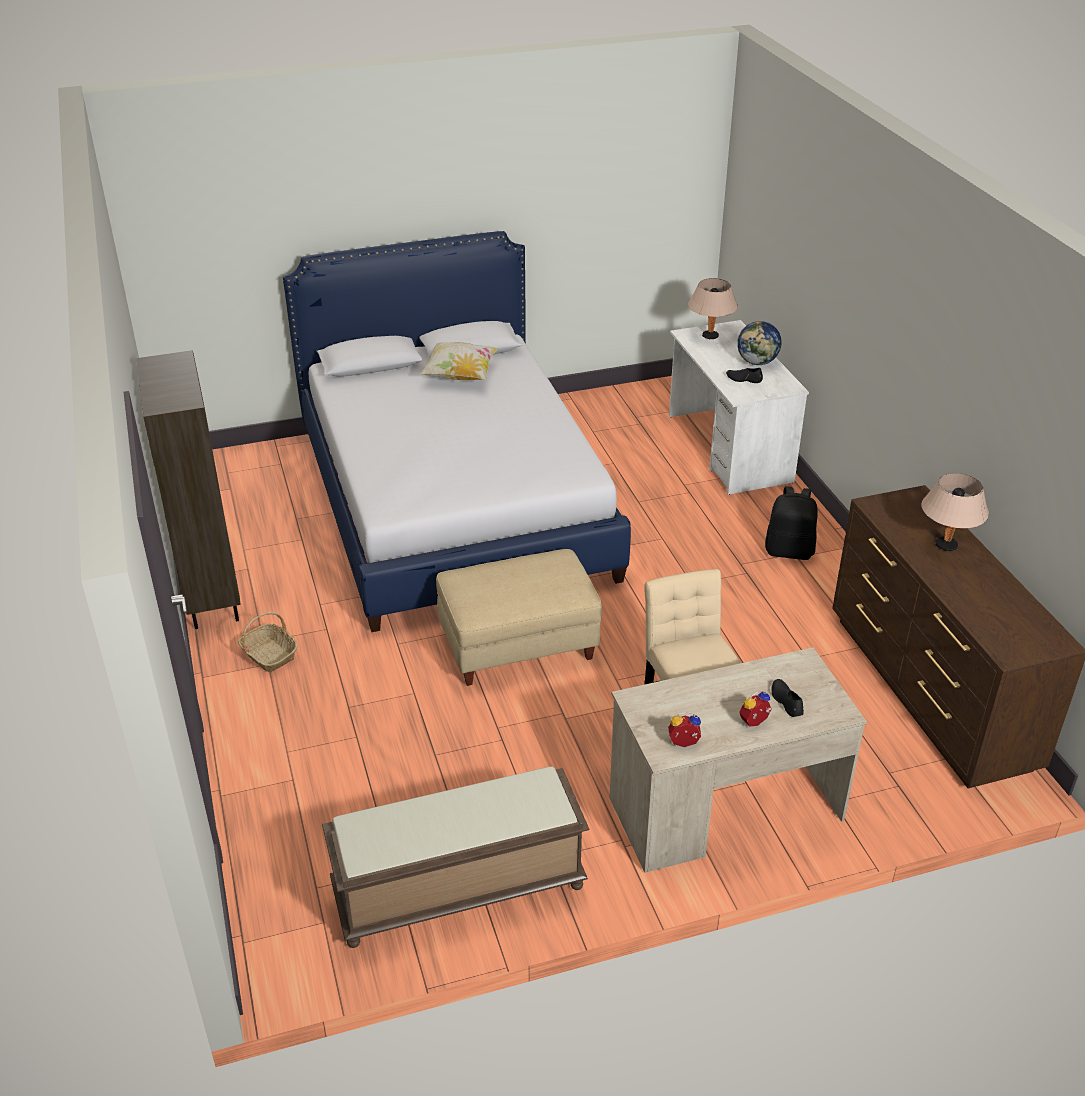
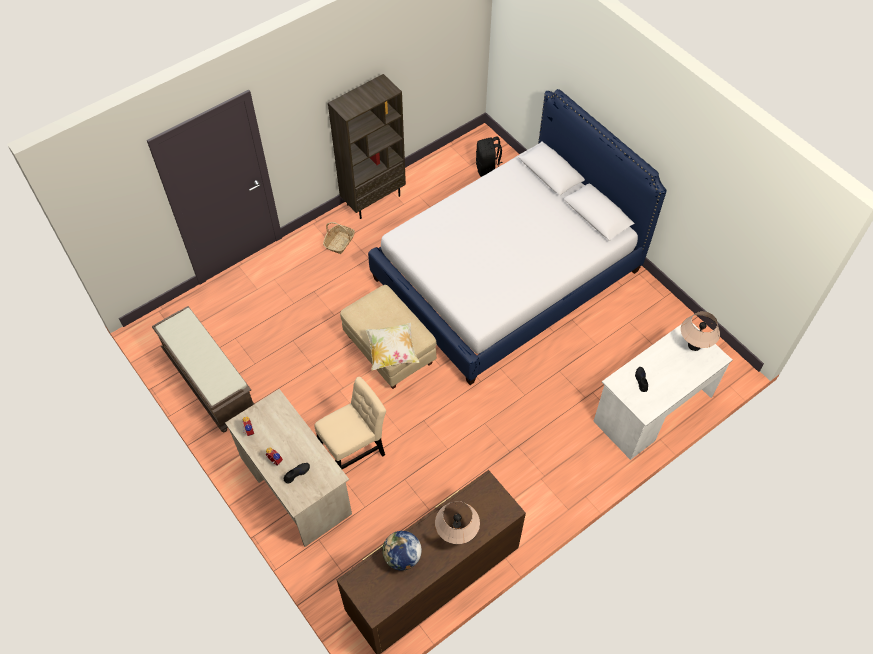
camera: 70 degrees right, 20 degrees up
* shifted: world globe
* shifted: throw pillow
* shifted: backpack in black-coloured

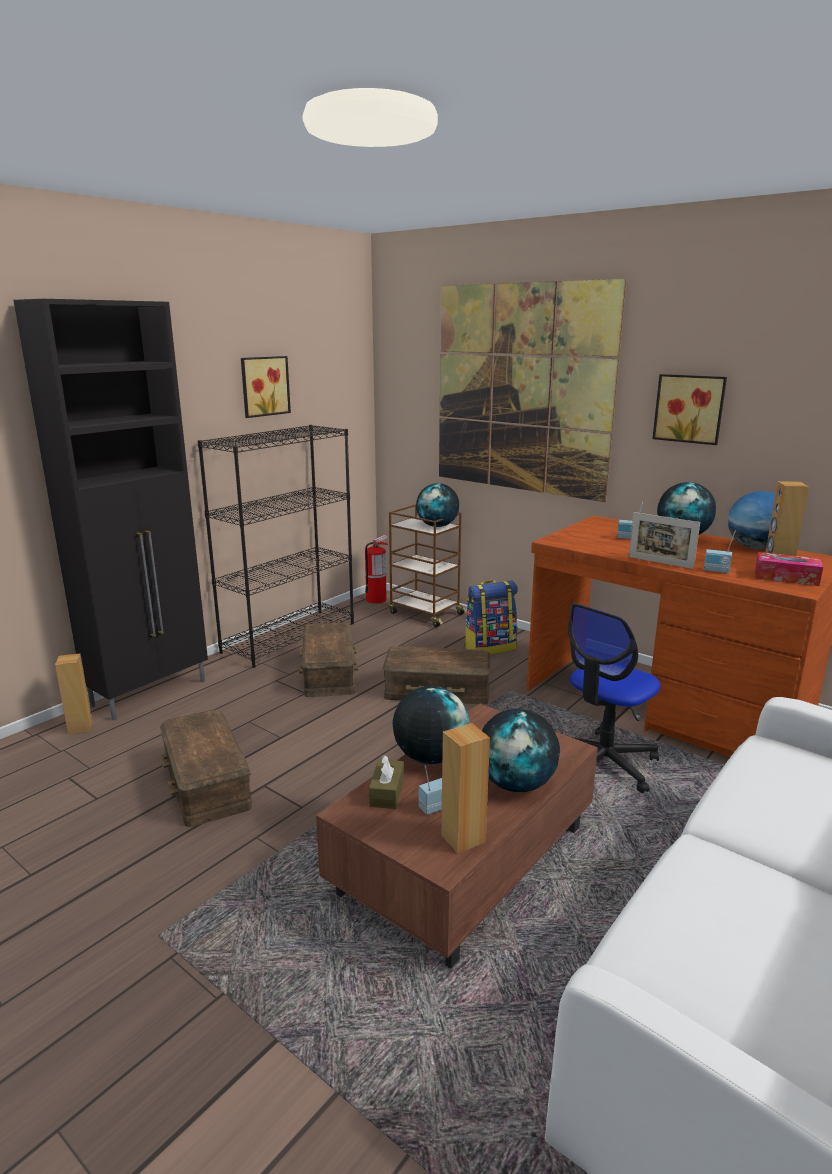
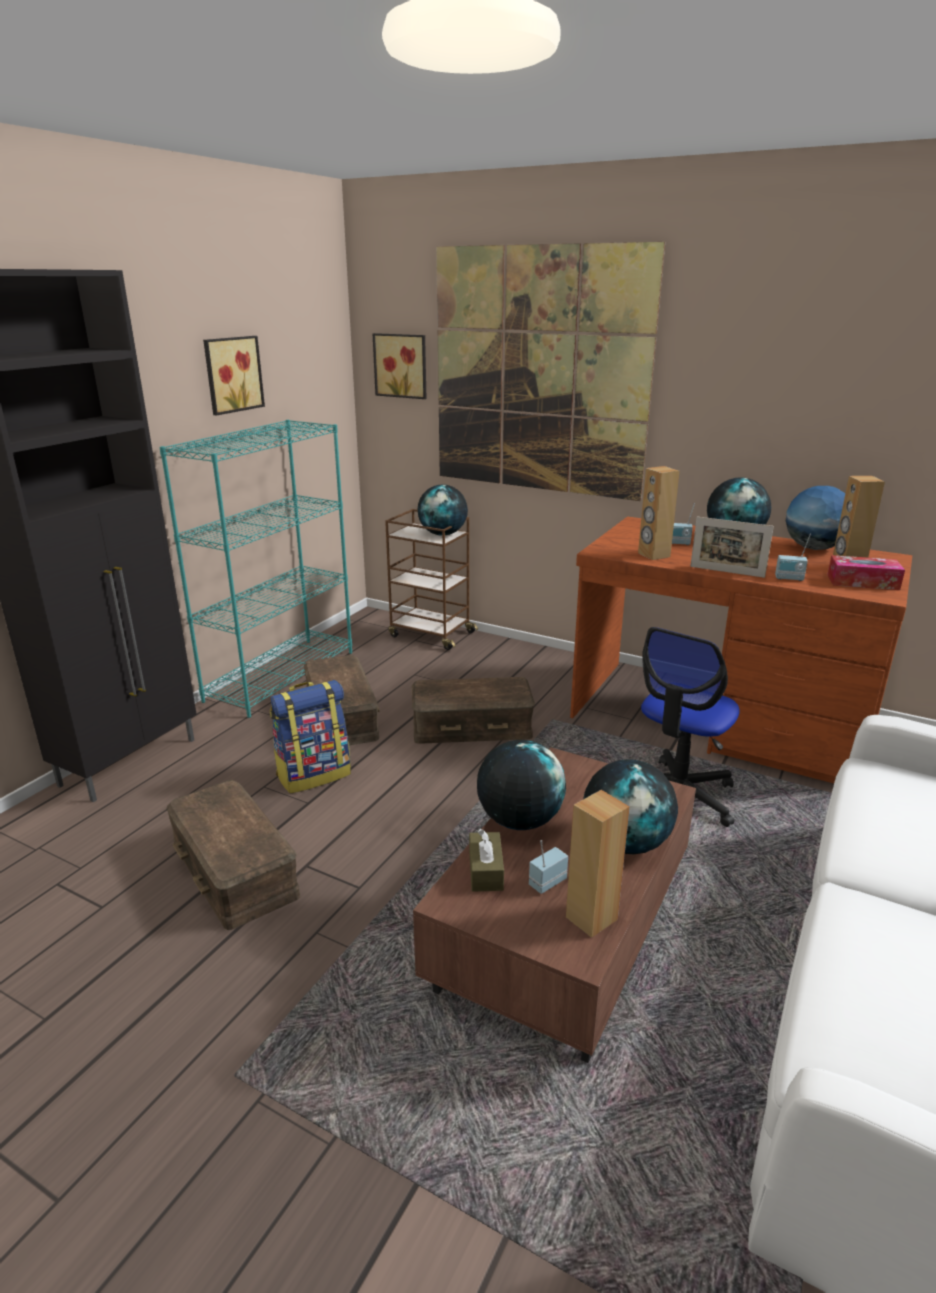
camera: 10 degrees left, 5 degrees up
* shifted: wall art (no. 3 from left in the first image) to wall art (no. 2 from left)
* repainted: shelving unit in black-coloured to shelving unit in turquoise
* gone: fire extinguisher
* shifted: backpack
* shifted: speaker in brownish (no. 1 from left in the first image) to speaker in brownish (no. 2 from left)

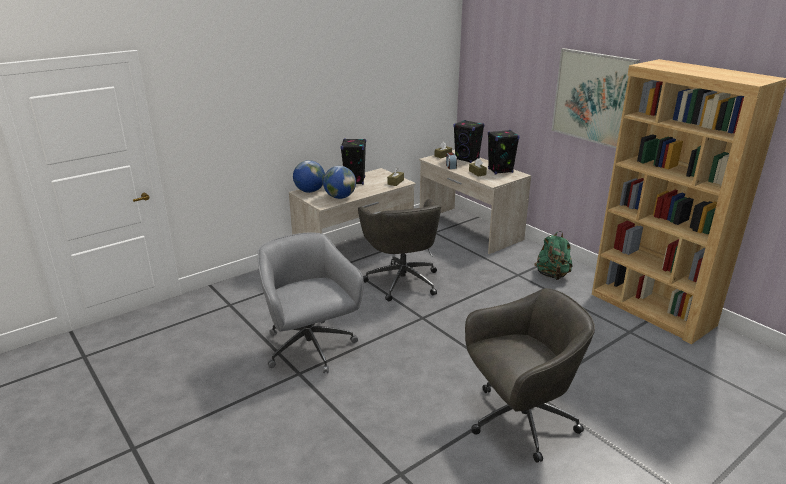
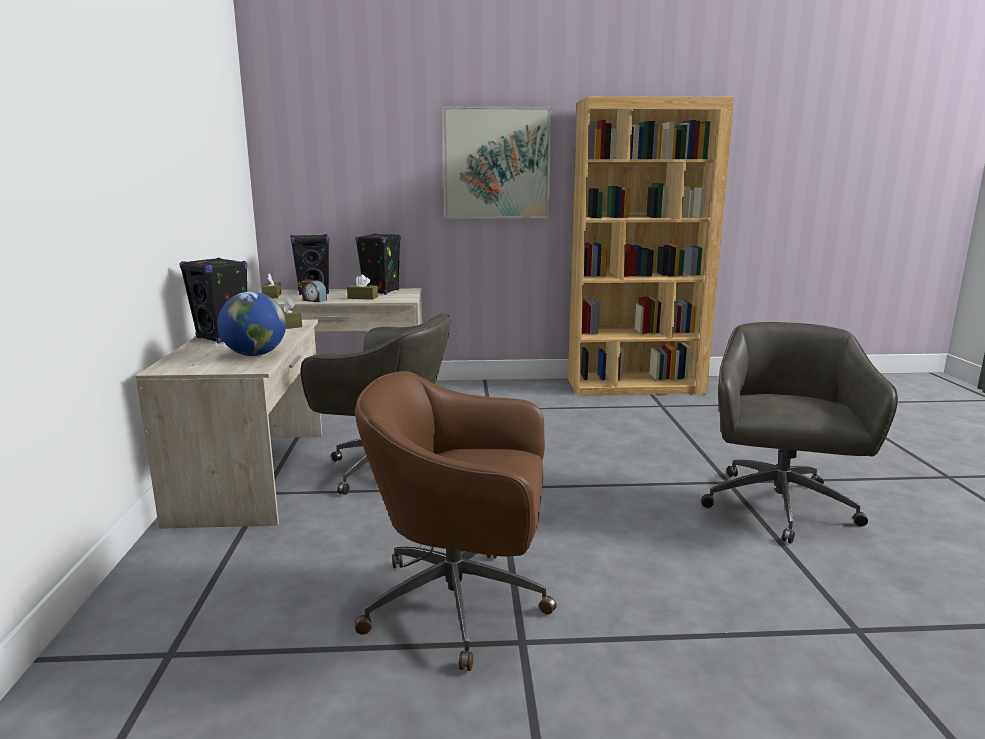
camera: 55 degrees left, 10 degrees down
* gone: world globe (no. 1 from left)
* gone: backpack in greenish
* repainted: desk chair in greyish (no. 1 from left) to desk chair in brownish

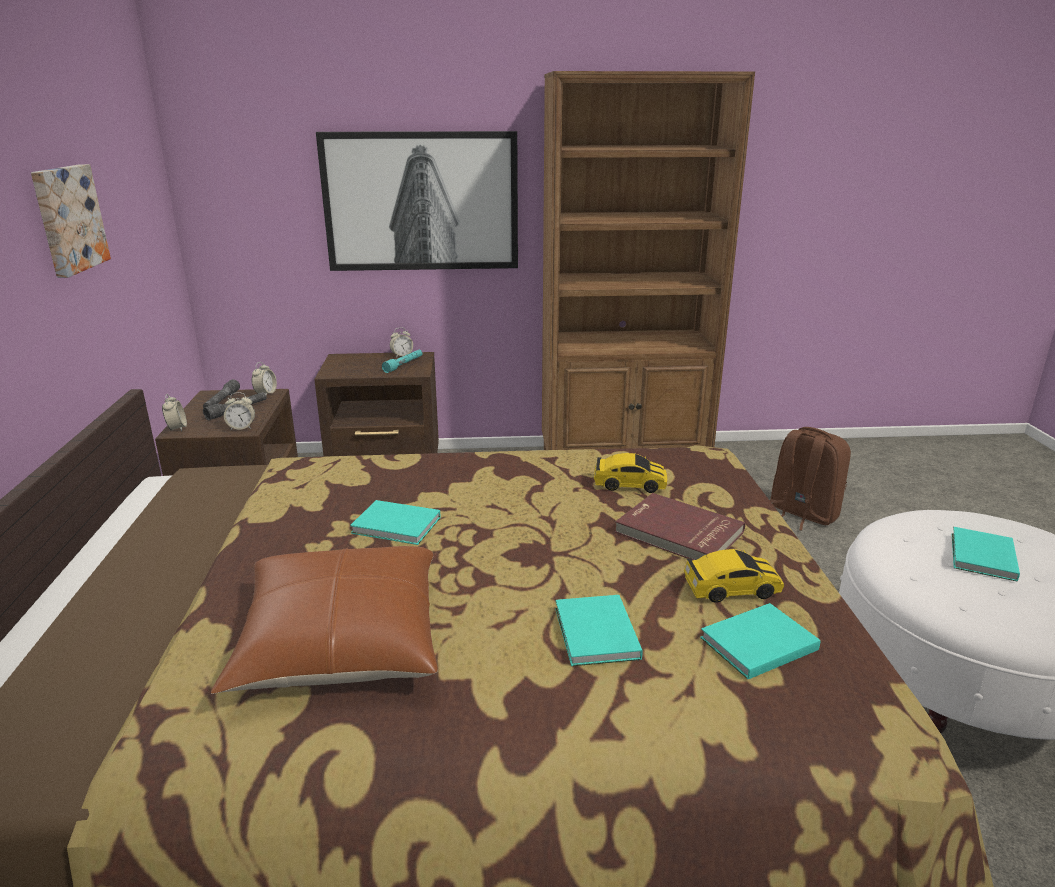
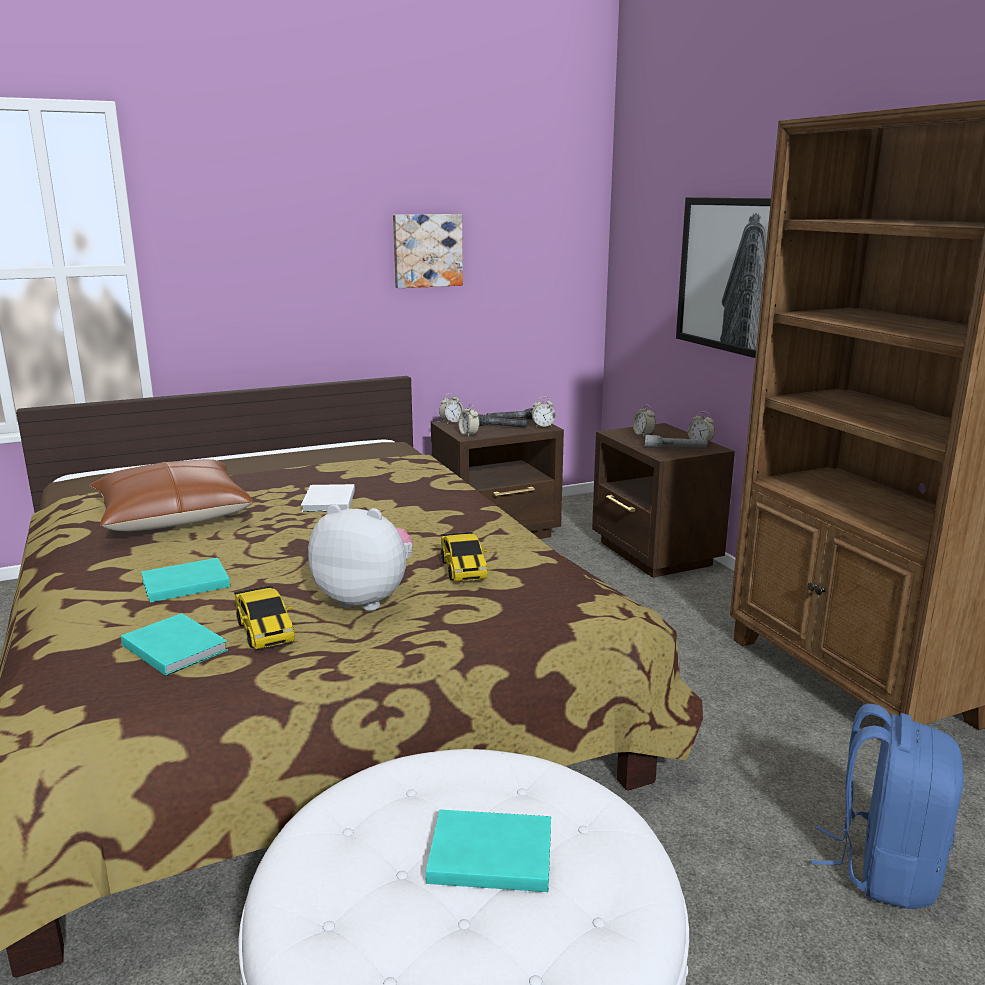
camera: 70 degrees right, 5 degrees down
* repainted: hand torch in turquoise to hand torch in greyish (no. 3 from left)
* repainted: backpack in brownish to backpack in blue-coloured
* swapped: book in red-coloured to cuddly toy
* repainted: book in turquoise (no. 1 from left) to book in white-coloured
* new: alarm clock (no. 4 from left)

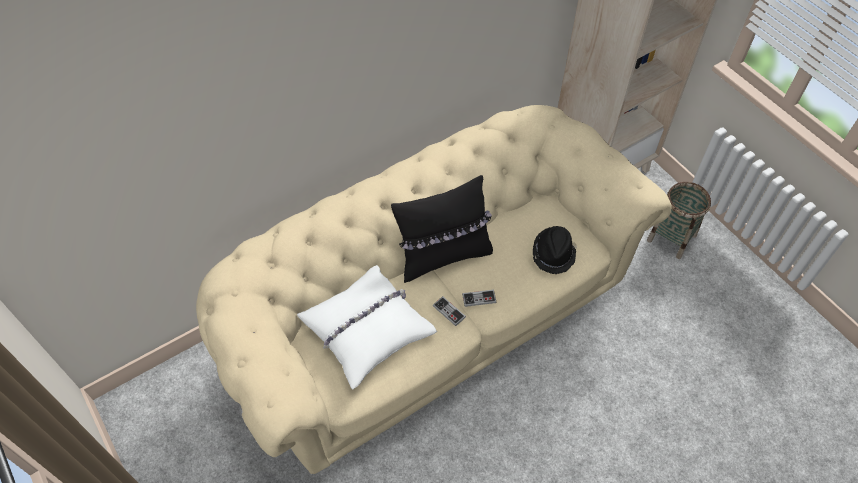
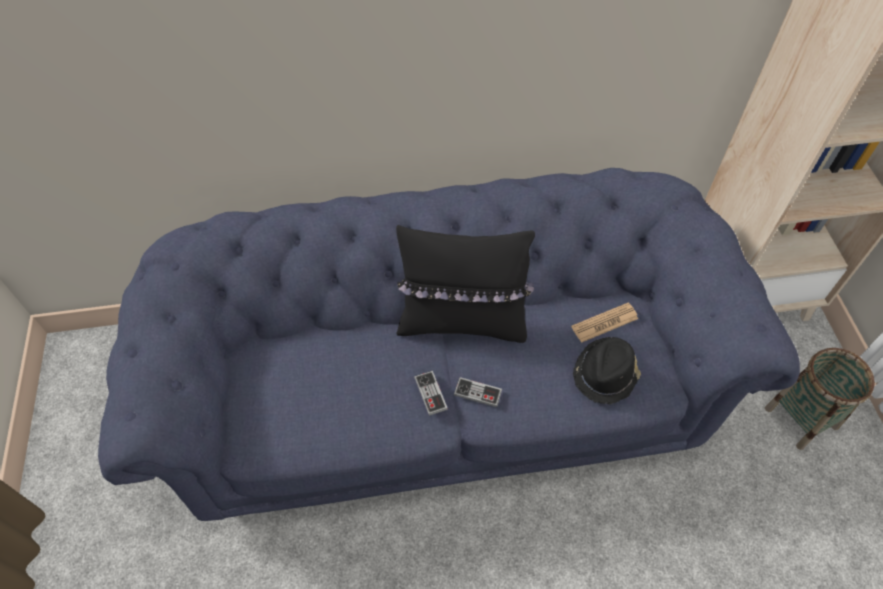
camera: 25 degrees right, 0 degrees up
* repainted: sofa in sand-coloured to sofa in blue-coloured
* gone: throw pillow in white-coloured
* new: daily paper

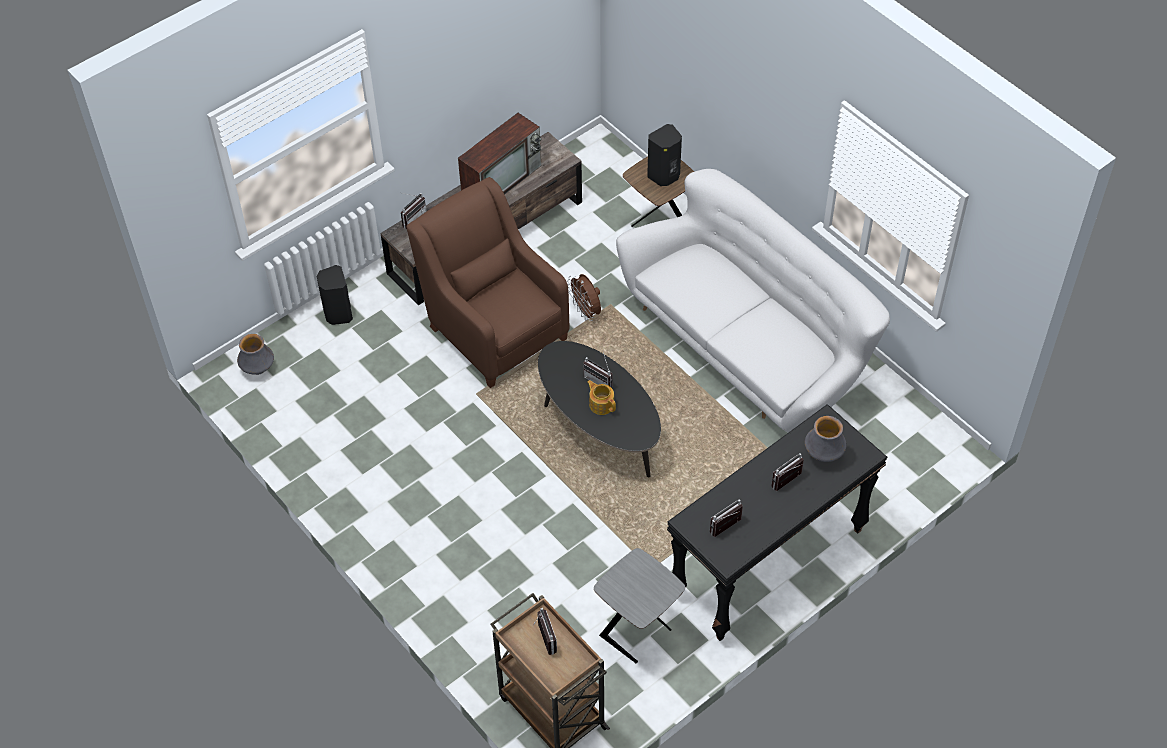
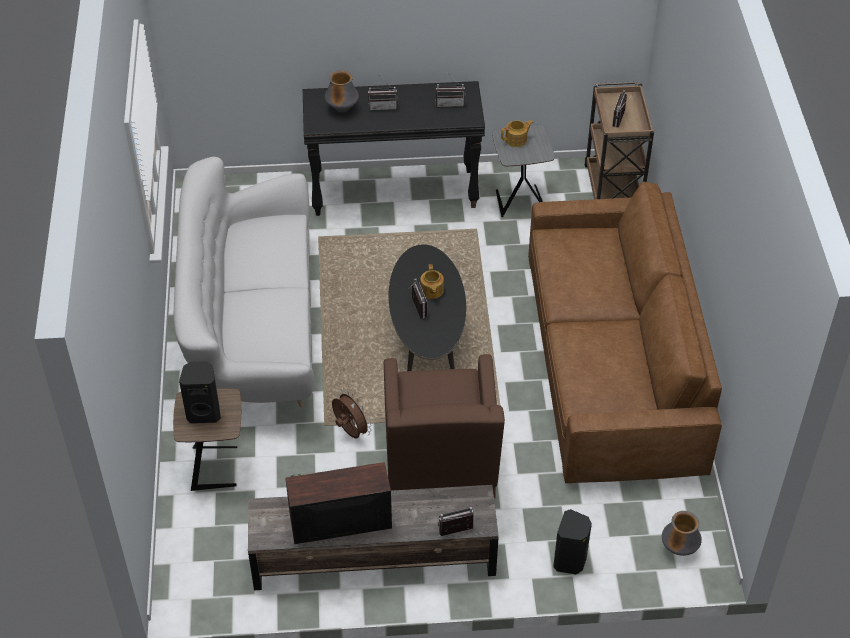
camera: 145 degrees left, 5 degrees down
* rotated: fan in brownish 45 degrees counterclockwise
* new: tea pot (no. 2 from left)
* new: sofa in brownish

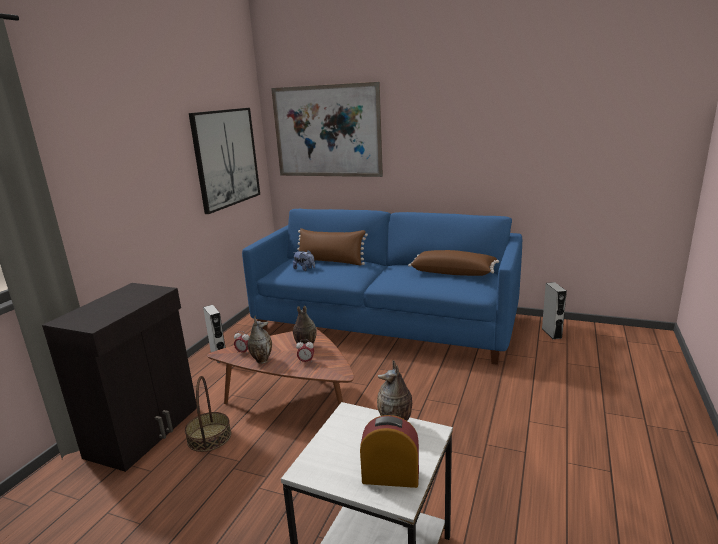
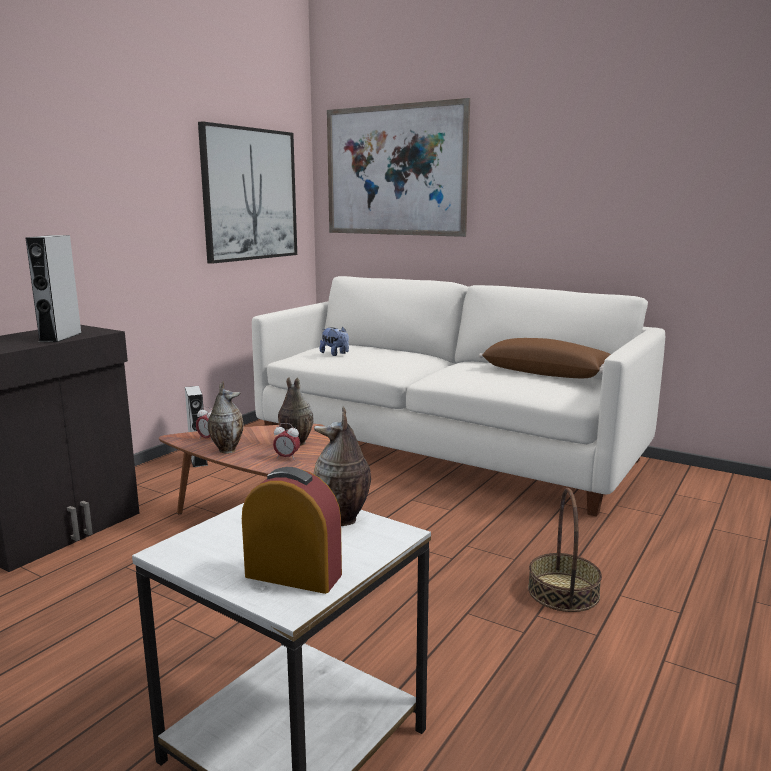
camera: 10 degrees right, 5 degrees down
* repainted: sofa in blue-coloured to sofa in white-coloured
* gone: throw pillow in brownish (no. 1 from left)
* shifted: speaker in greyish (no. 2 from left in the first image) to speaker in greyish (no. 1 from left)
* shifted: household basket

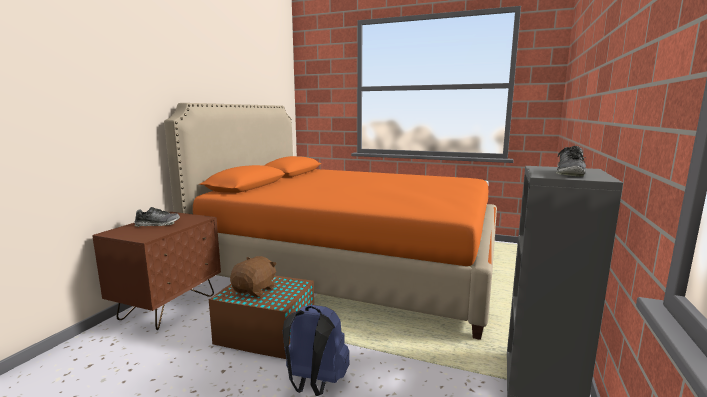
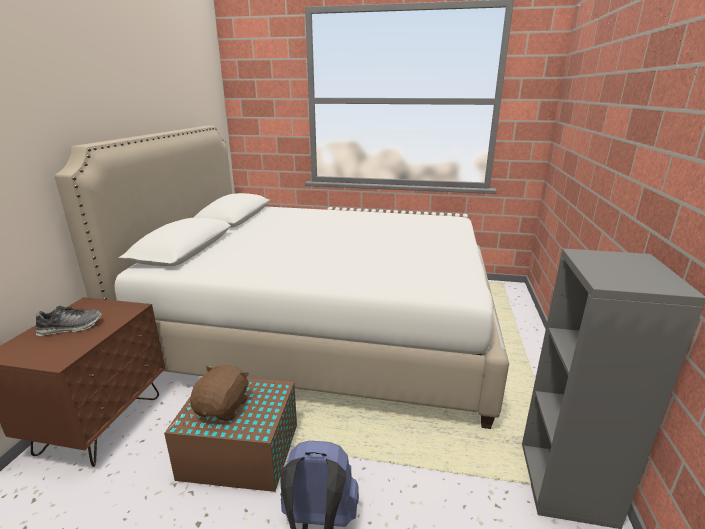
camera: 10 degrees left, 10 degrees up
* repainted: sleeping bed in orange-coloured to sleeping bed in white-coloured
* gone: shoe (no. 2 from left)

